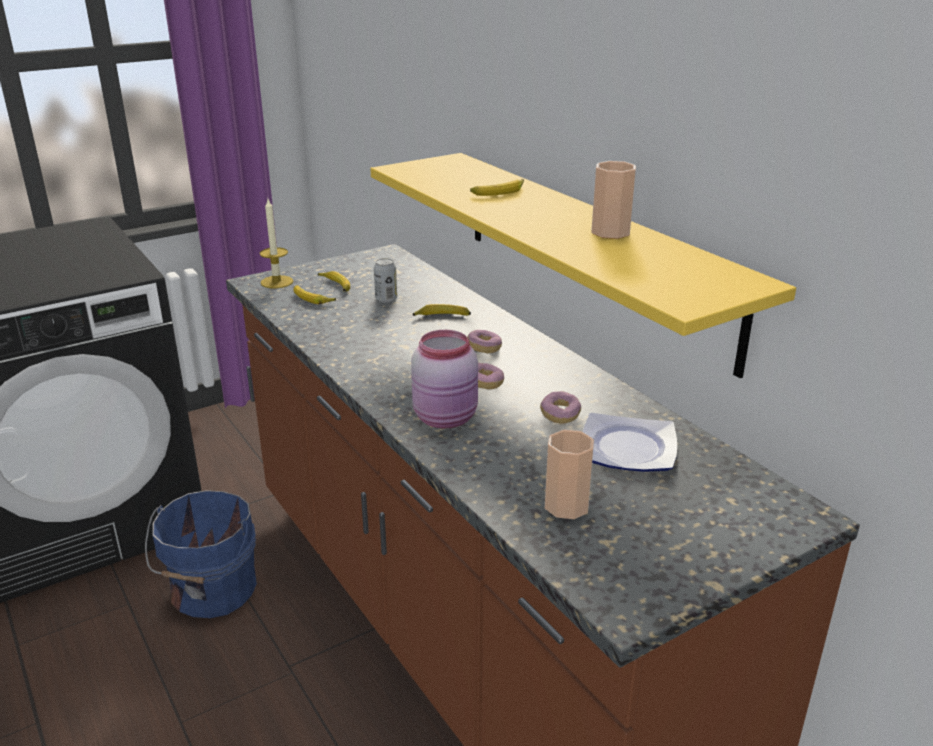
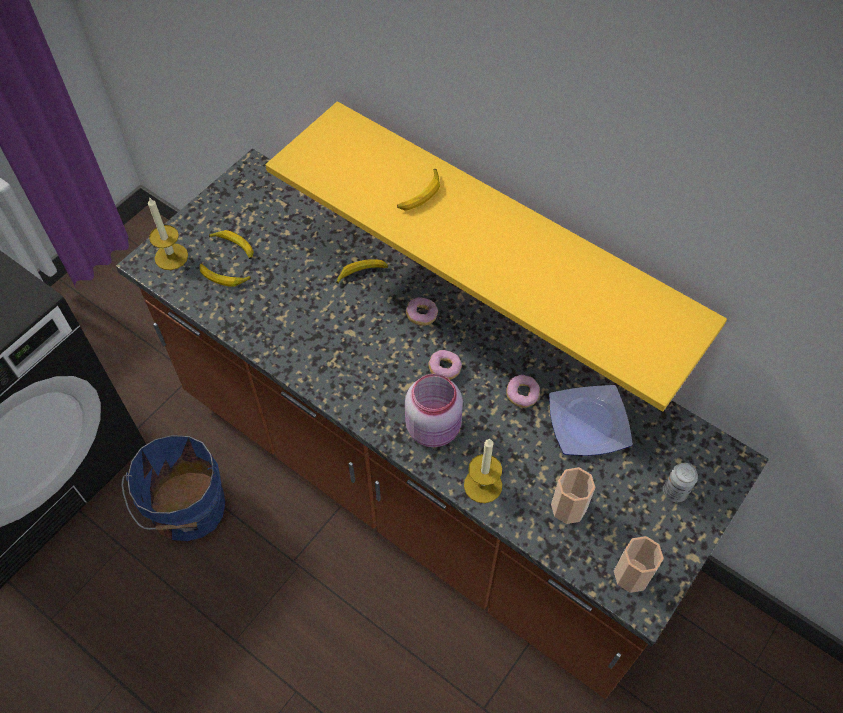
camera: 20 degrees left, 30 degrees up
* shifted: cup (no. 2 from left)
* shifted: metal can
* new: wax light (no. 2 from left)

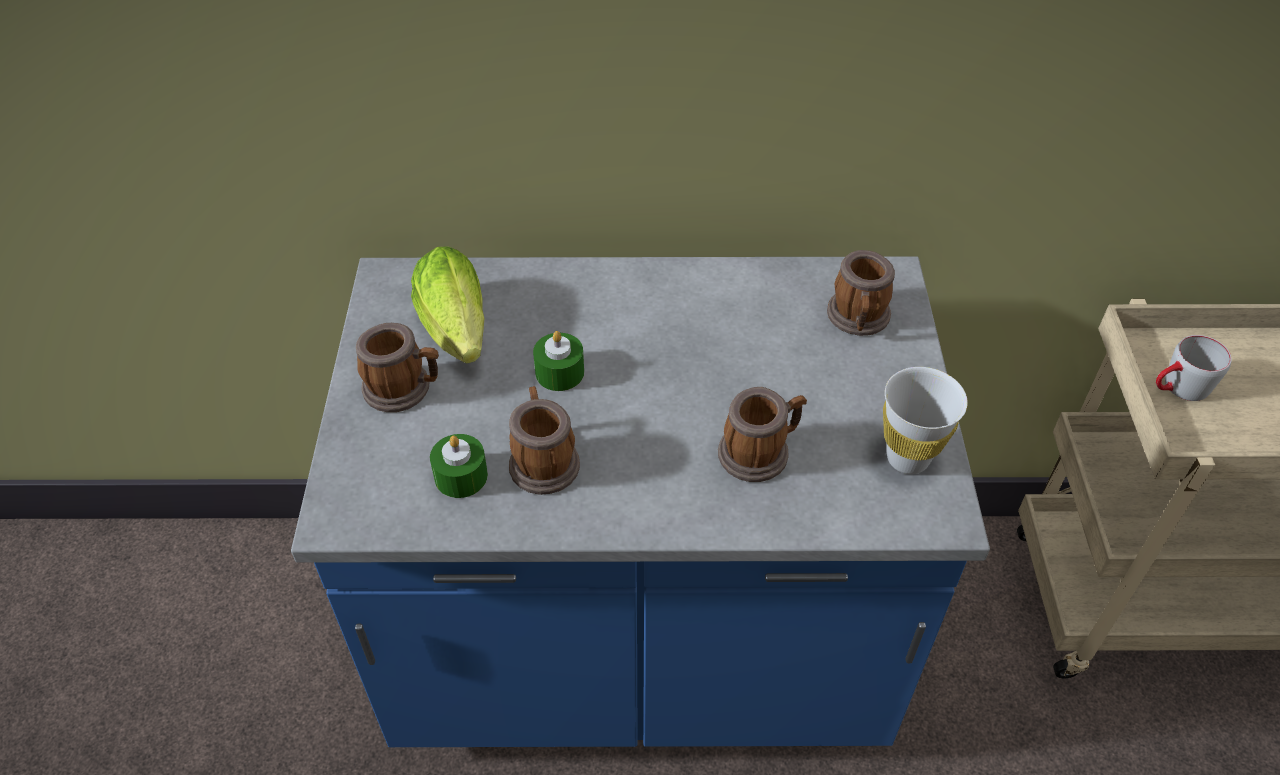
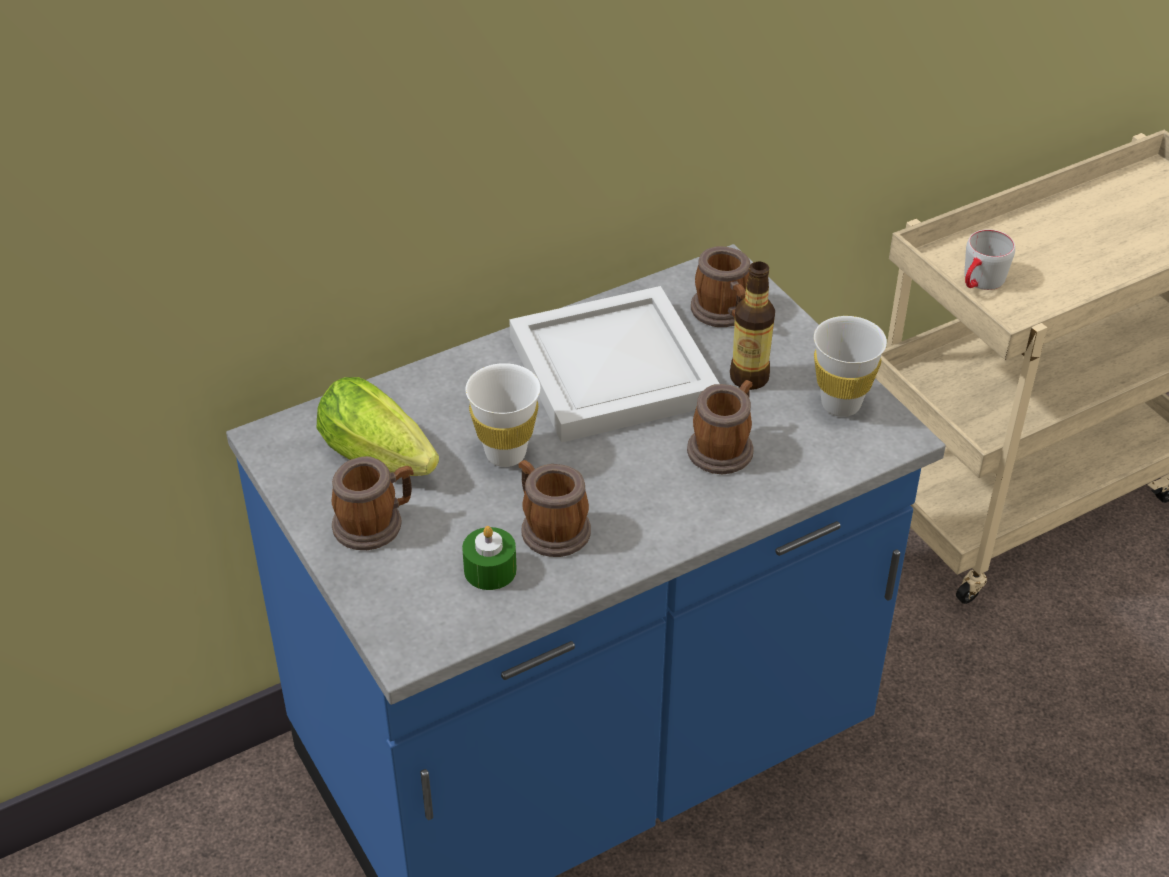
camera: 30 degrees left, 5 degrees down
* swapped: wax light in greenish (no. 2 from left) to cup in white-coloured (no. 1 from left)
* new: bottle
* new: serving tray in white-coloured

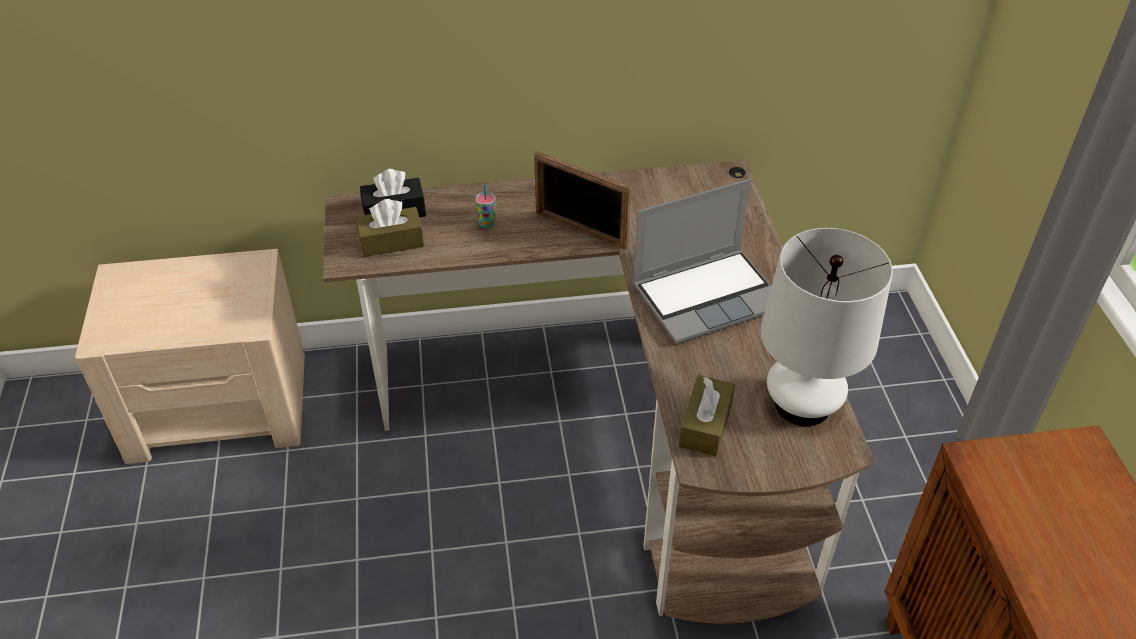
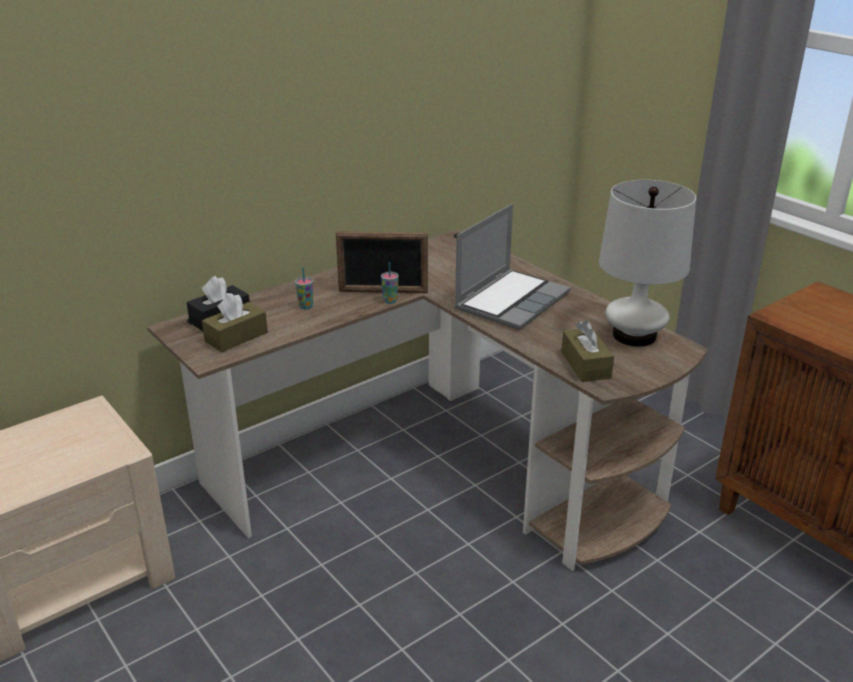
camera: 30 degrees left, 15 degrees down
* new: cup (no. 2 from left)

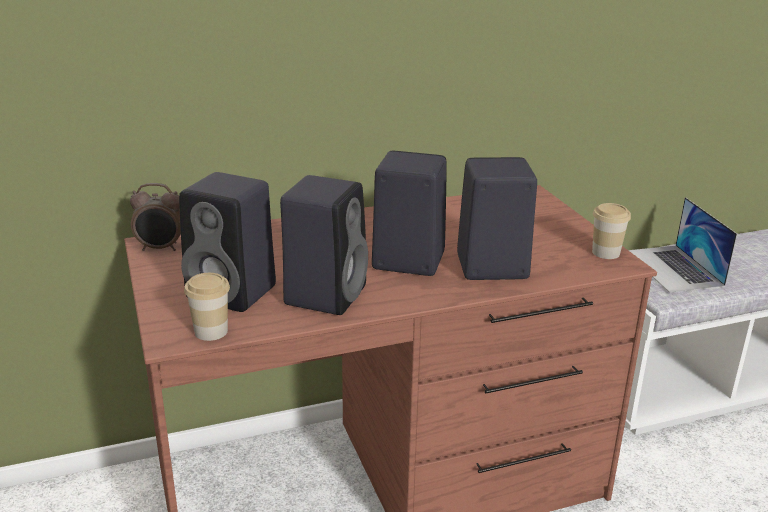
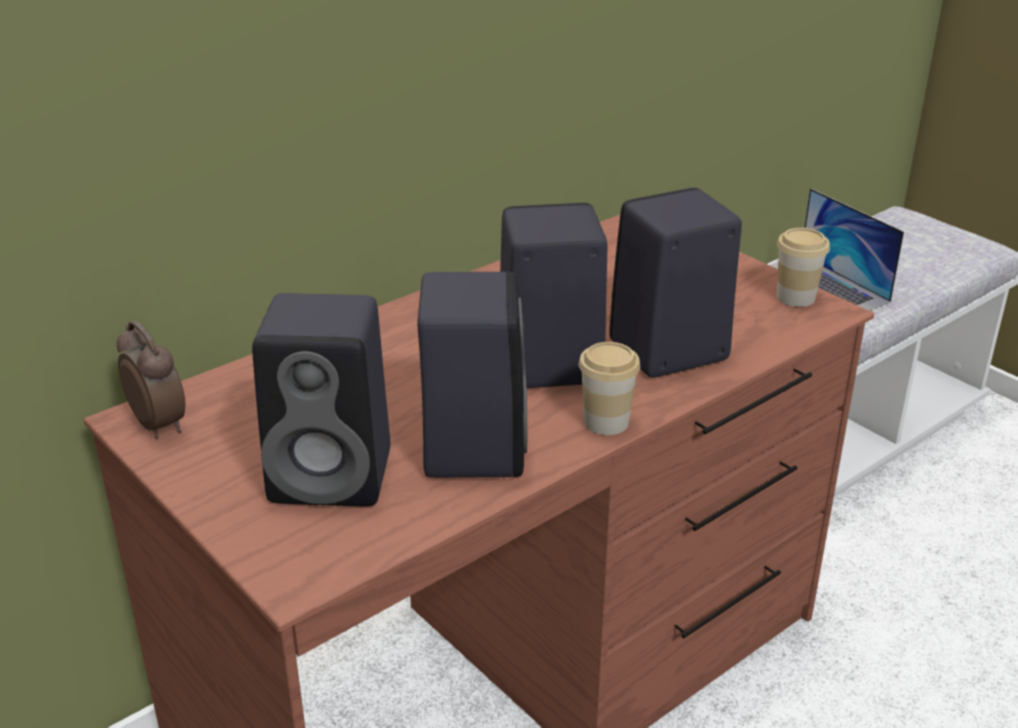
camera: 20 degrees left, 5 degrees up
* rotated: alarm clock 105 degrees counterclockwise
* shifted: cup (no. 1 from left)

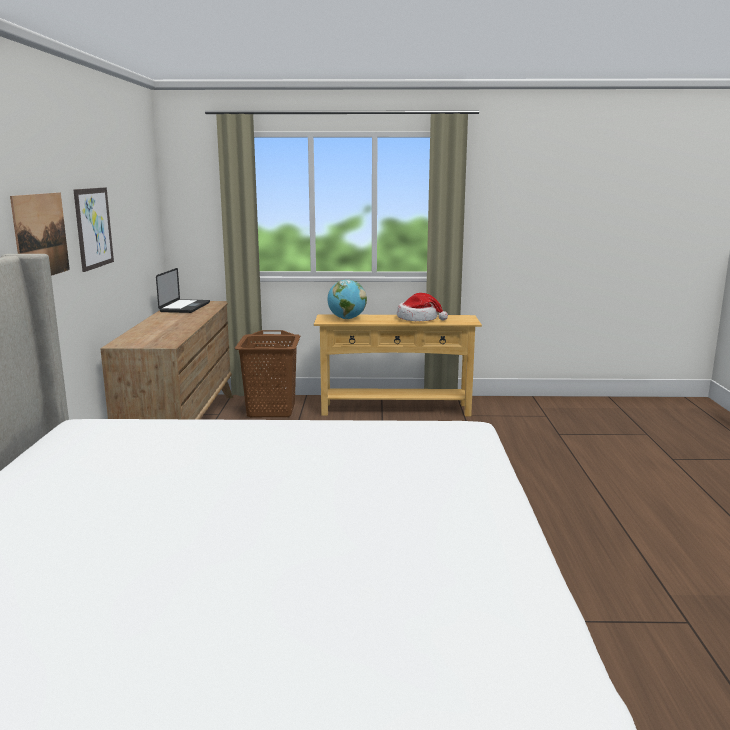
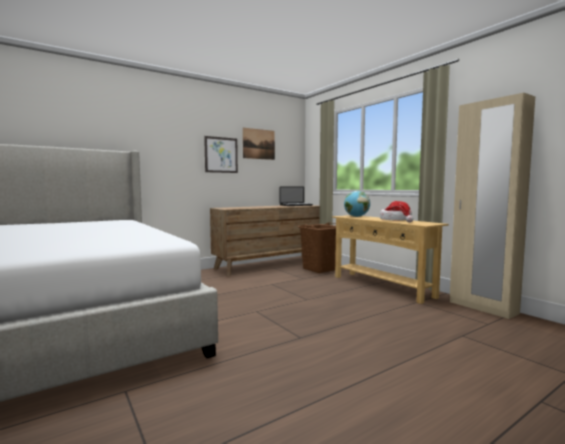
camera: 55 degrees right, 10 degrees down
* shifted: wall art (no. 1 from left in the first image) to wall art (no. 2 from left)
* new: wardrobe in sand-coloured

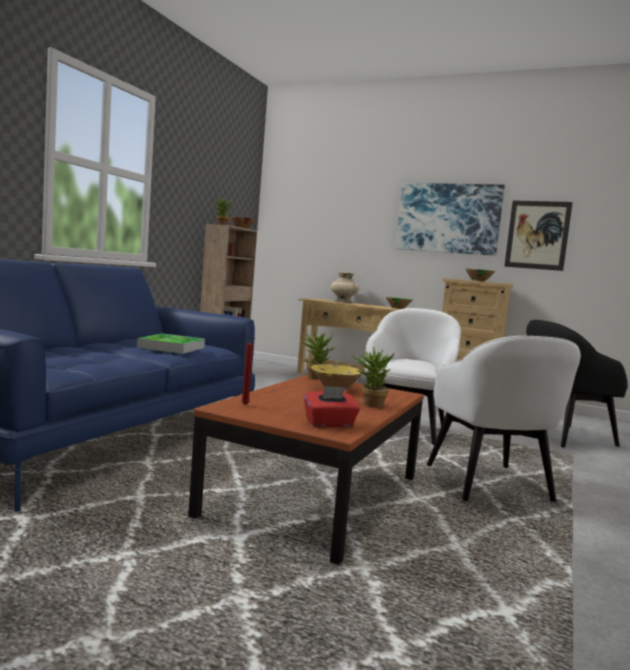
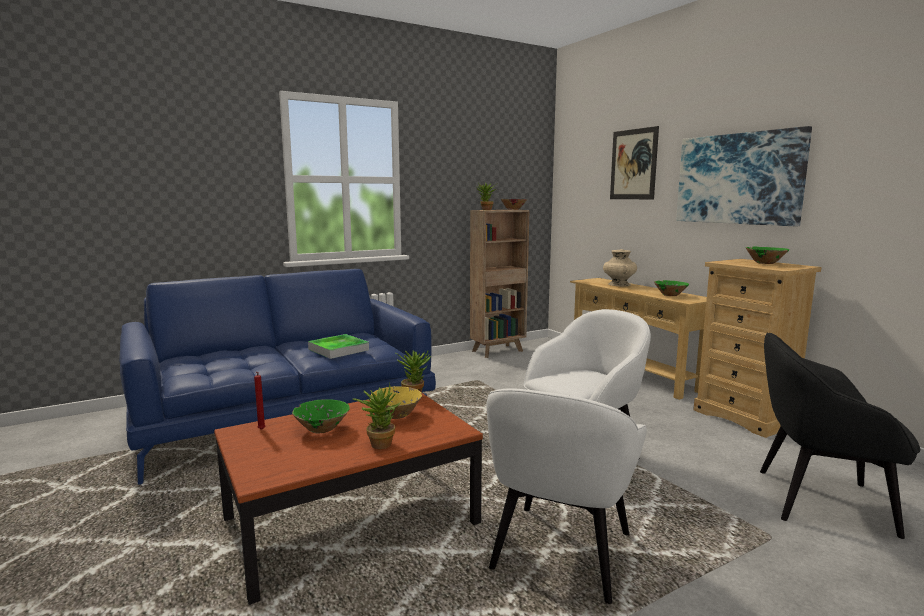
camera: 35 degrees right, 5 degrees up
* shifted: wall art (no. 2 from left in the first image) to wall art (no. 1 from left)
* gone: tissue holder in red-coloured
* new: deep dish in greenish (no. 1 from left)

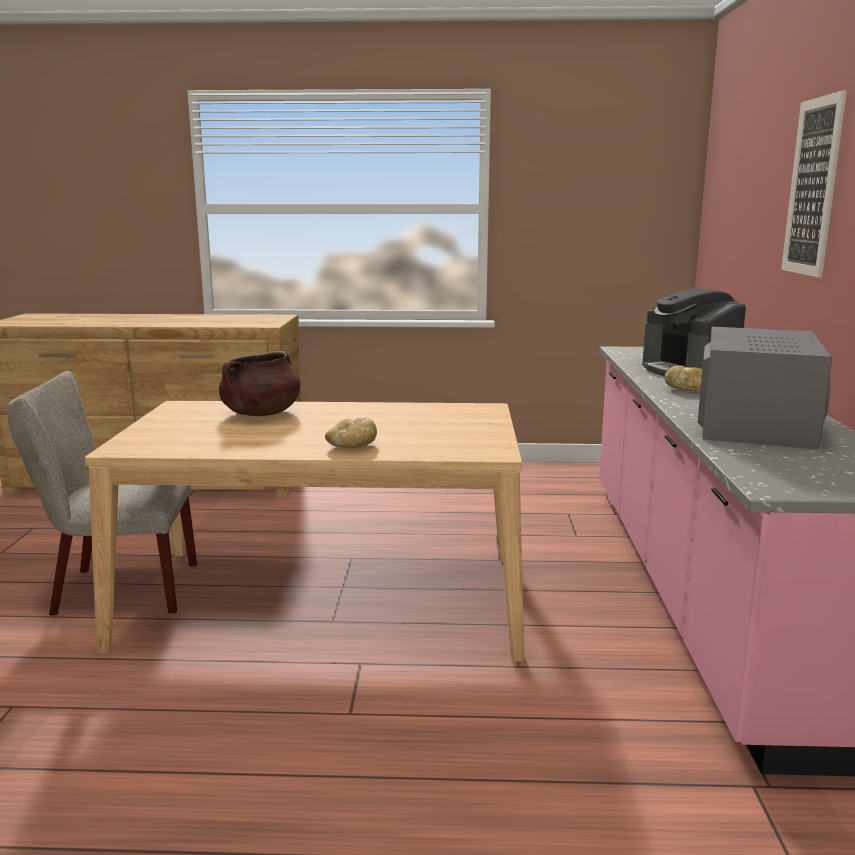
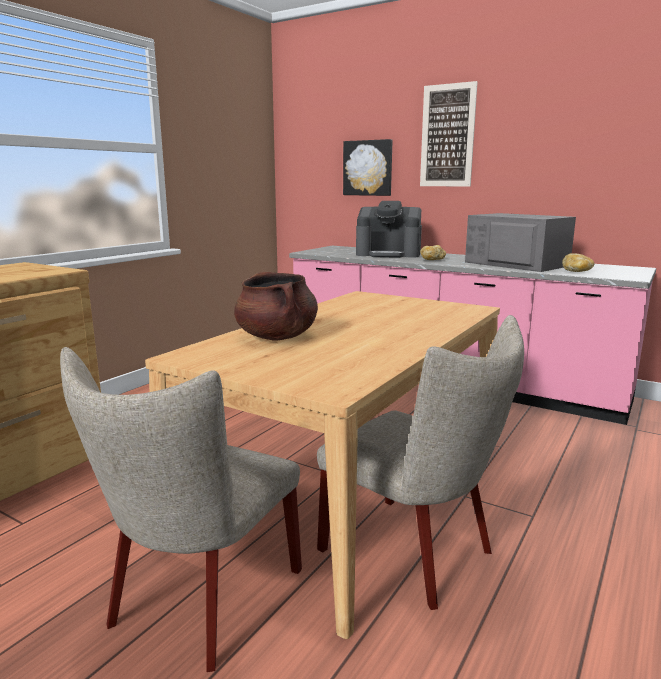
camera: 60 degrees left, 0 degrees up
* shifted: bakery bread (no. 1 from left in the first image) to bakery bread (no. 2 from left)
* new: wall art (no. 1 from left)
* new: chair in sand-coloured (no. 2 from left)

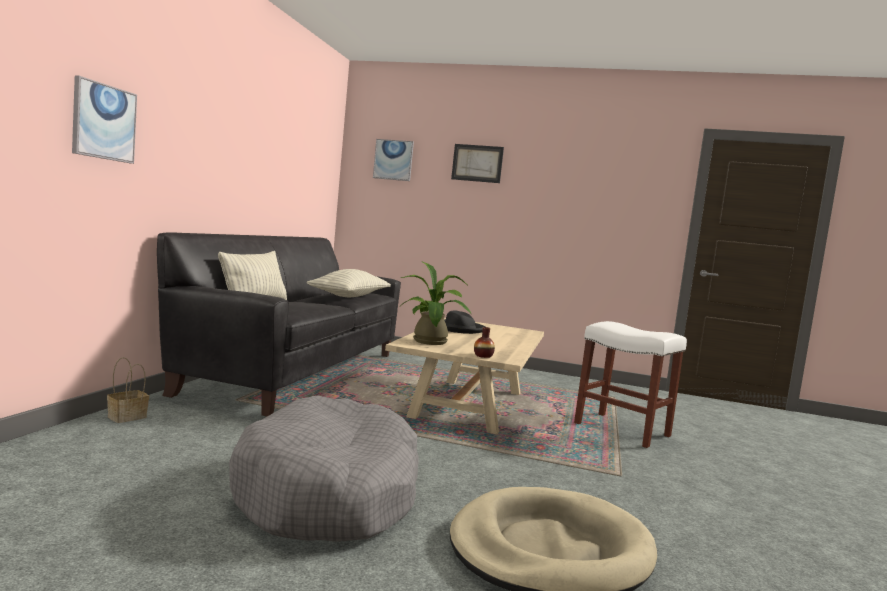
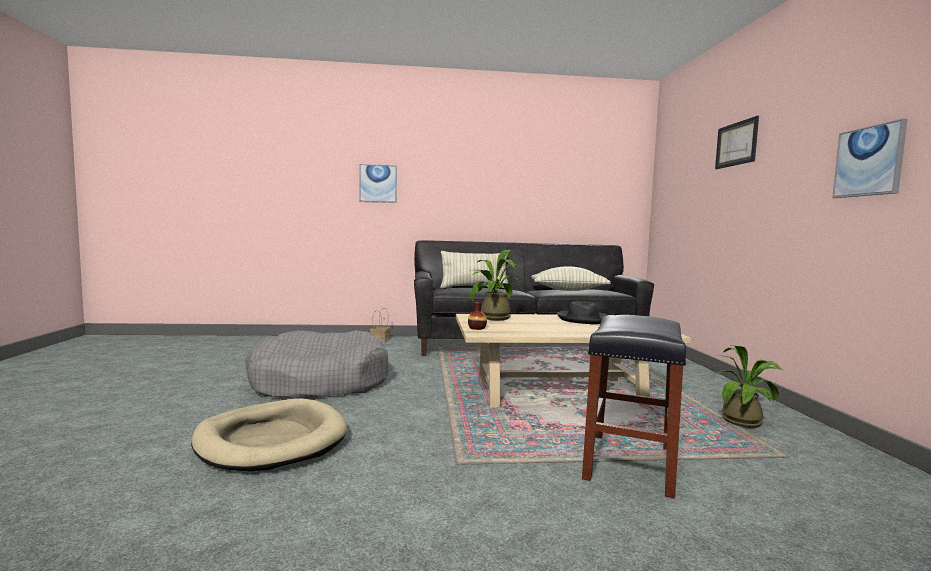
camera: 70 degrees right, 0 degrees up
* shifted: wall art (no. 2 from left in the first image) to wall art (no. 3 from left)
* repainted: sitting stool in white-coloured to sitting stool in black-coloured
* new: plant in a pot (no. 2 from left)

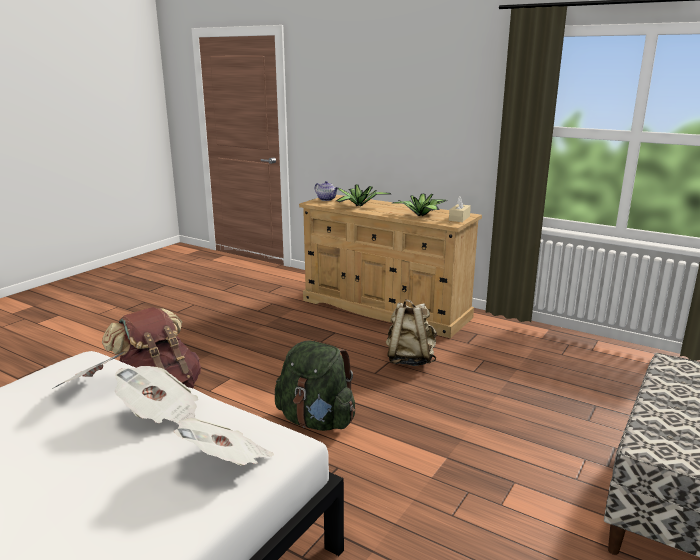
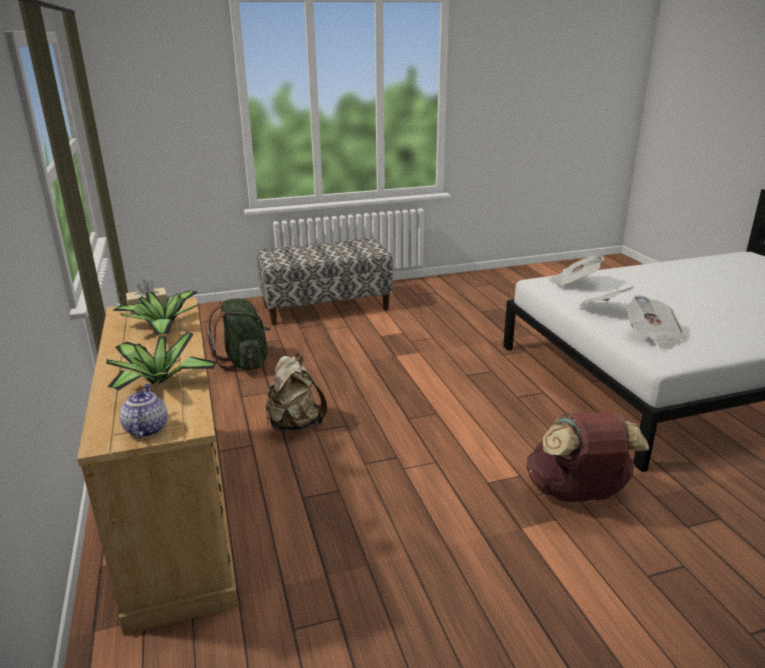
camera: 140 degrees left, 5 degrees up
* shifted: backpack in greenish

